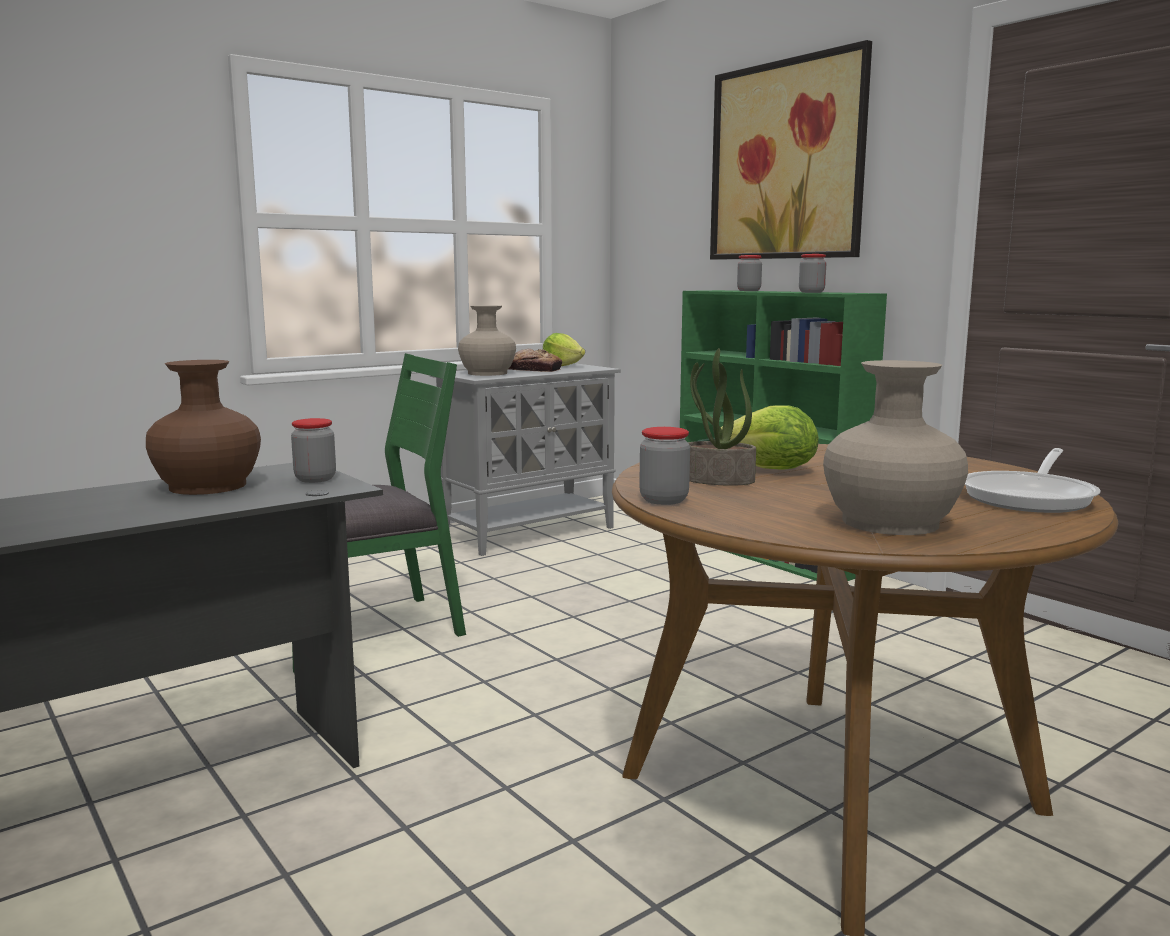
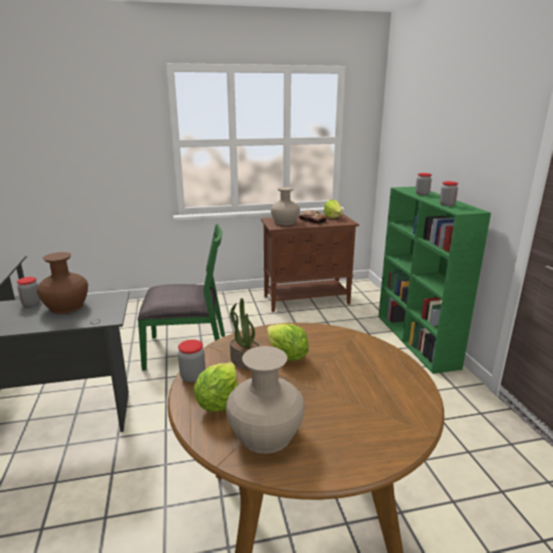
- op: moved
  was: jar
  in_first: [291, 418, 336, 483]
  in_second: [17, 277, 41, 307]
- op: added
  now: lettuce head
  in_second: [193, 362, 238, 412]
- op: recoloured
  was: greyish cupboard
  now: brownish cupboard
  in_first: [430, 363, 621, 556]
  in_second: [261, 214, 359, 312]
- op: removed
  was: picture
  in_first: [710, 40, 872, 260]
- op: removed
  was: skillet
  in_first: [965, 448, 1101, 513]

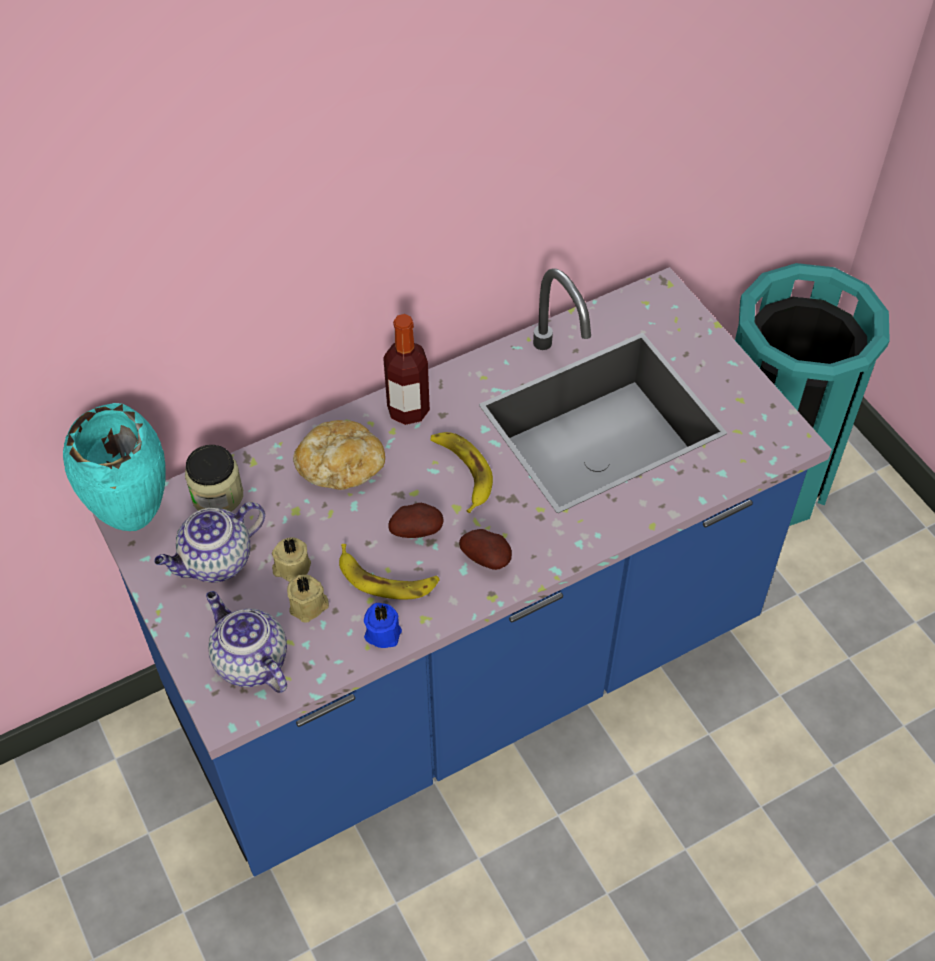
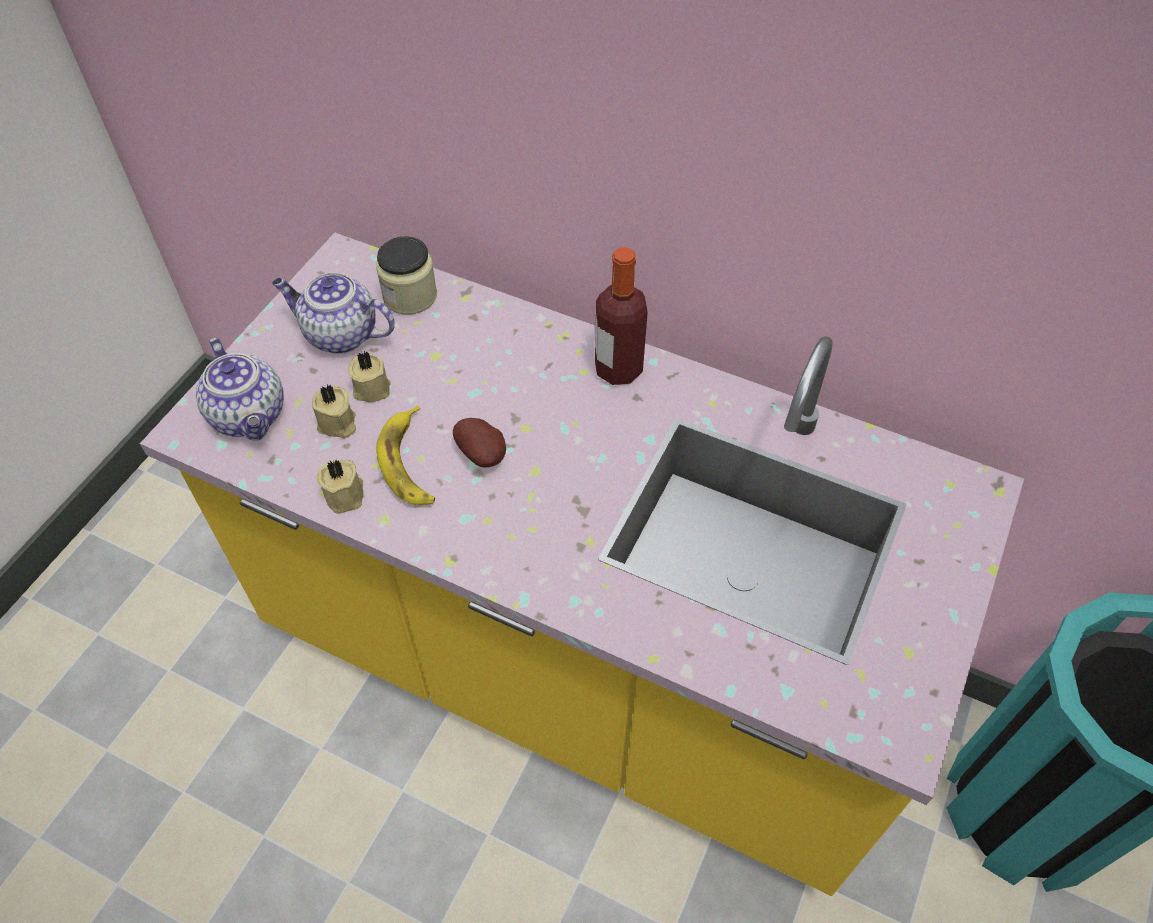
- op: recoloured
  was: blue kitchen counter
  now: yellow kitchen counter
  in_first: [93, 267, 832, 877]
  in_second: [140, 233, 1024, 896]
- op: turned
  was: pot for tea
  in_first: [206, 591, 287, 693]
  in_second: [196, 337, 284, 440]
  clockwise: 135
- op: recoloured
  was: blue wax candle
  now: beige-coloured wax candle
  in_first: [364, 603, 402, 648]
  in_second: [317, 460, 363, 514]
- op: removed
  was: blue-green vase
  in_first: [63, 403, 166, 531]
- op: removed
  was: bread
  in_first: [293, 420, 385, 490]
- op: removed
  was: banana
  in_first: [430, 432, 493, 513]
- op: removed
  was: whole potato
  in_first: [459, 529, 512, 570]

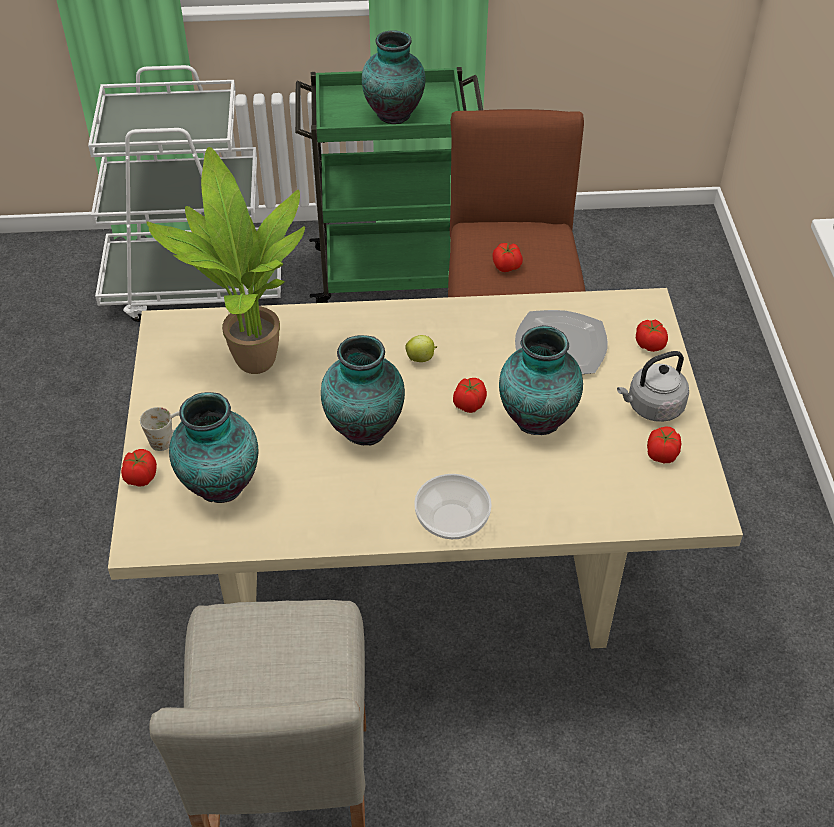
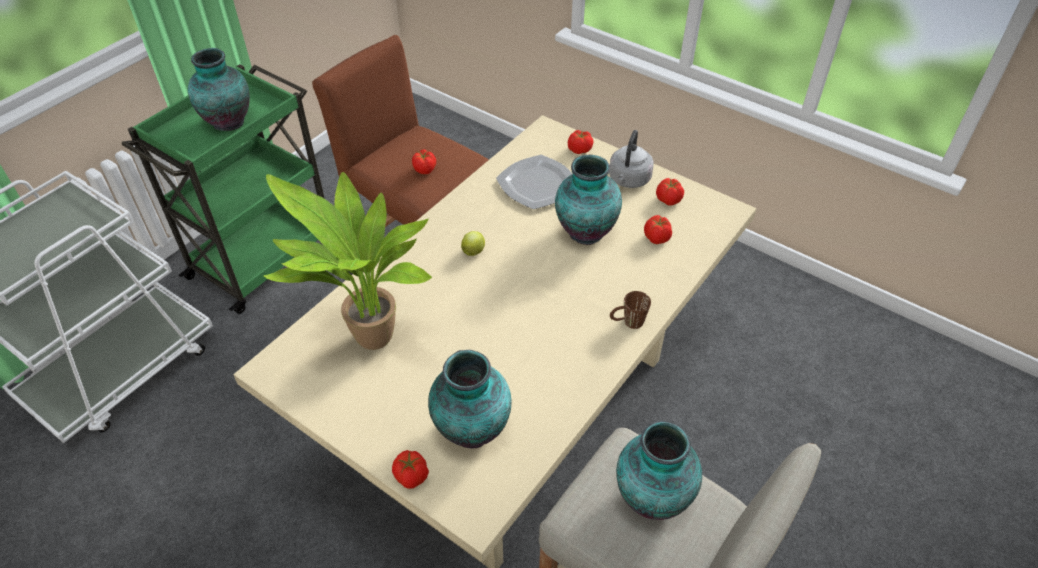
- op: replaced
  was: serving bowl
  now: brownish mug
  in_first: [414, 474, 492, 539]
  in_second: [610, 291, 651, 329]
- op: moved
  was: vase
  in_first: [321, 335, 405, 446]
  in_second: [616, 421, 702, 520]
- op: moved
  was: whole tomato
  in_first: [453, 378, 487, 413]
  in_second: [644, 215, 672, 244]
- op: removed
  was: white-coloured mug
  in_first: [140, 407, 182, 451]

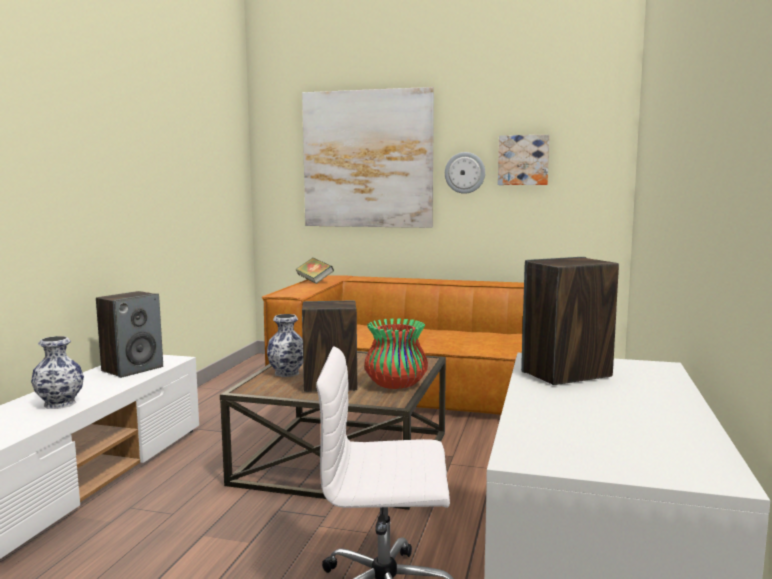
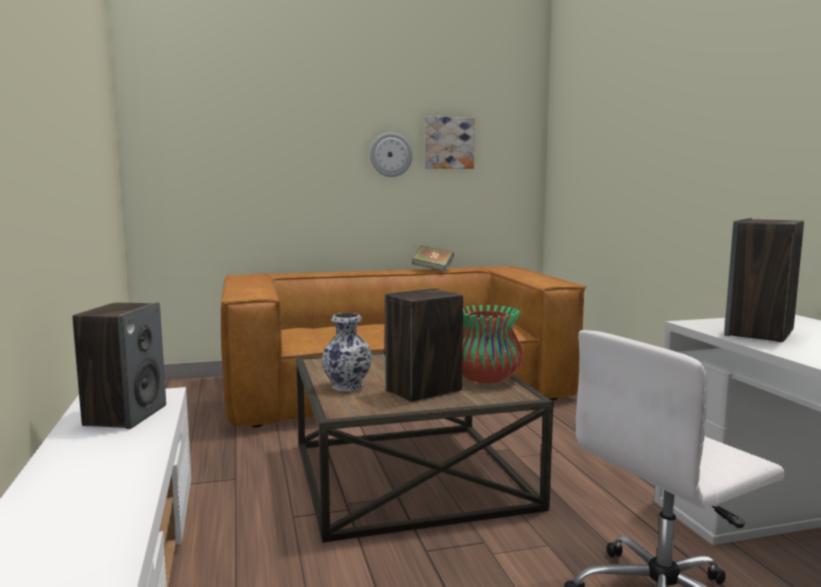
- op: moved
  was: book
  in_first: [295, 258, 334, 284]
  in_second: [412, 246, 454, 272]
- op: removed
  was: vase
  in_first: [31, 336, 84, 409]
- op: removed
  was: picture
  in_first: [302, 87, 434, 228]

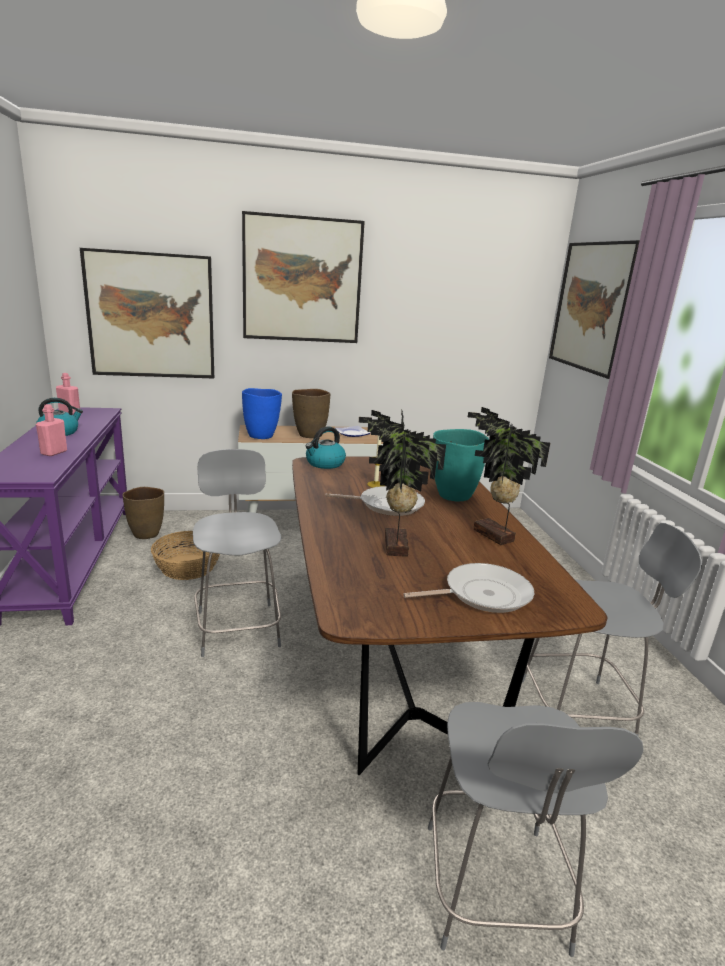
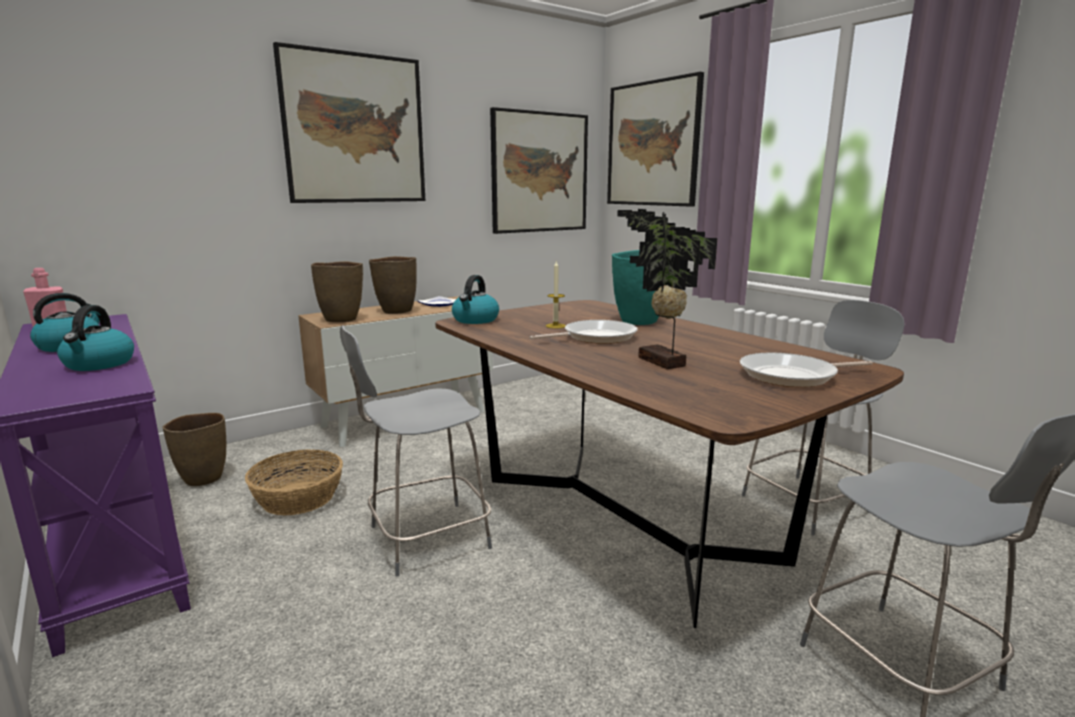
- op: replaced
  was: pinkish drink bottle
  now: tea kettle
  in_first: [36, 404, 67, 456]
  in_second: [57, 305, 134, 371]
- op: recoloured
  was: blue vase
  now: brownish vase
  in_first: [242, 388, 282, 439]
  in_second: [311, 261, 363, 322]
- op: turned
  was: greyish upright chair
  in_first: [193, 449, 282, 657]
  in_second: [340, 325, 492, 576]
  clockwise: -75
- op: moved
  was: picture
  in_first: [80, 248, 214, 378]
  in_second: [490, 107, 588, 234]
- op: turned
  was: skillet
  in_first: [403, 563, 534, 613]
  in_second: [740, 352, 873, 387]
  clockwise: -150
- op: removed
  was: plant in a pot
  in_first: [468, 407, 550, 545]

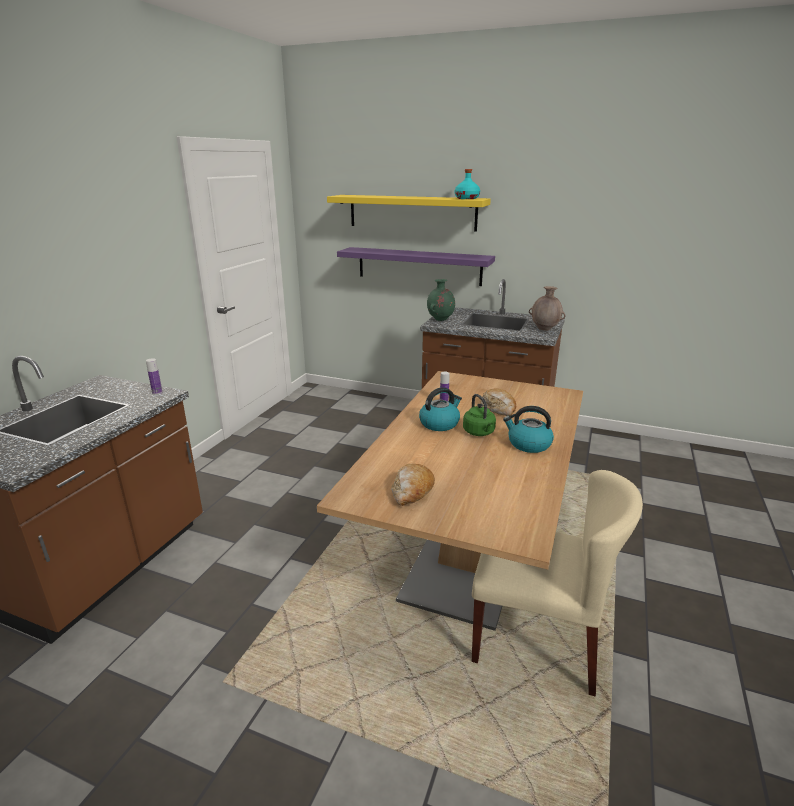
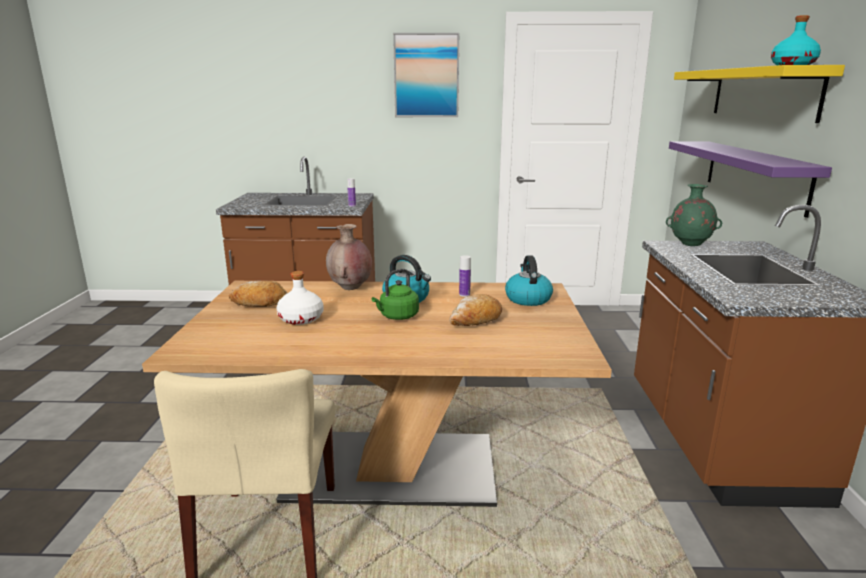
- op: added
  now: white-coloured drink bottle
  in_second: [276, 271, 323, 325]
- op: moved
  was: brownish vase
  in_first: [529, 286, 565, 331]
  in_second: [326, 224, 372, 290]
- op: added
  now: picture
  in_second: [393, 33, 459, 117]
- op: moved
  was: tea kettle
  in_first: [503, 406, 554, 453]
  in_second: [505, 255, 553, 306]

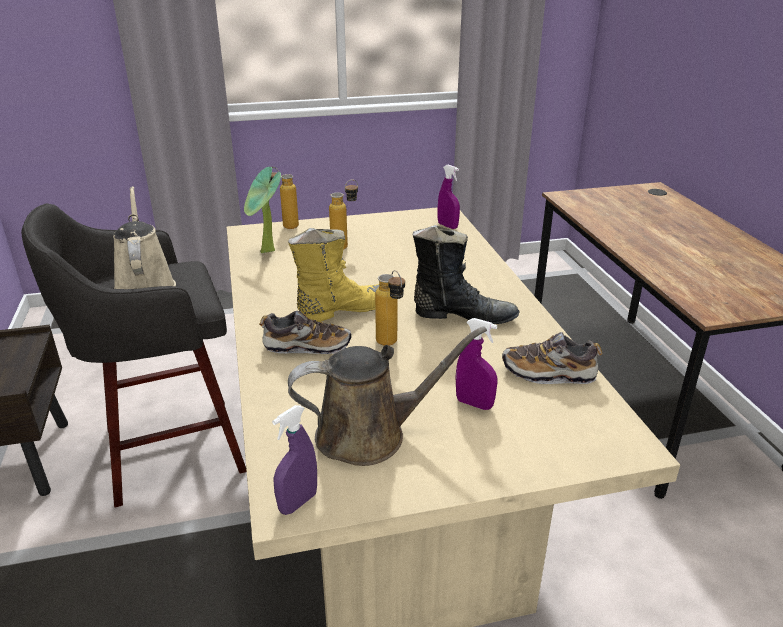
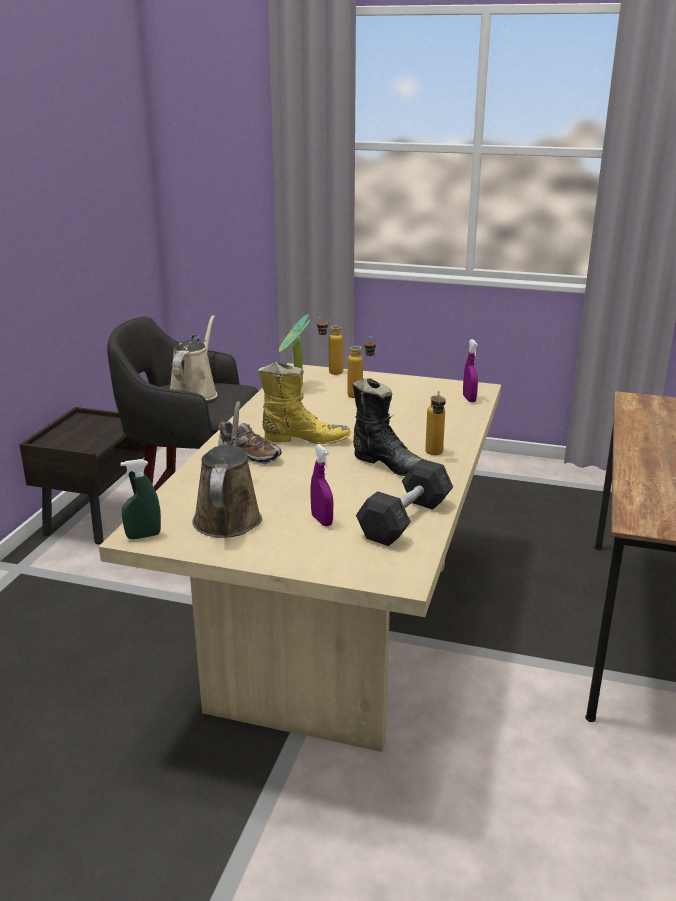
- op: recoloured
  was: purplish hand sprayer
  now: greenish hand sprayer
  in_first: [272, 405, 317, 515]
  in_second: [120, 459, 161, 539]
- op: turned
  was: brownish sprinkling can
  in_first: [288, 326, 487, 466]
  in_second: [192, 401, 262, 538]
  clockwise: -105
- op: replaced
  was: shoe
  now: greyish hand weight
  in_first: [502, 332, 602, 384]
  in_second: [356, 459, 453, 546]
- op: moved
  was: drink bottle
  in_first: [375, 270, 405, 346]
  in_second: [425, 391, 446, 455]

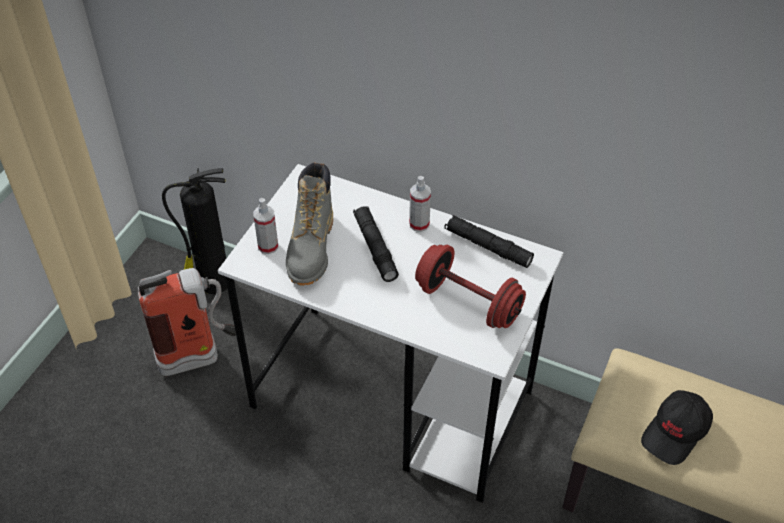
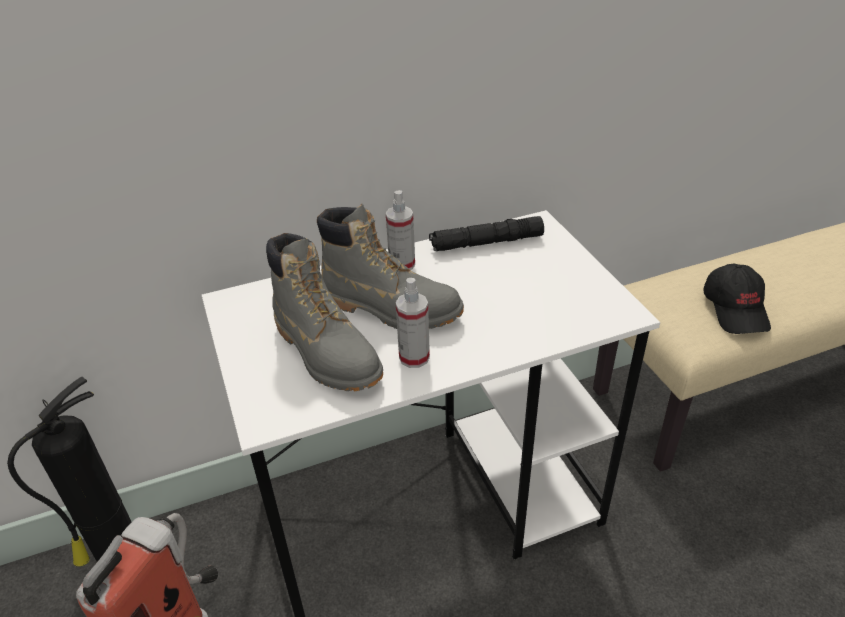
- op: replaced
  was: blackish hand torch
  now: greyish tall boot
  in_first: [353, 206, 399, 282]
  in_second: [317, 204, 464, 329]
- op: moved
  was: hand sprayer
  in_first: [253, 198, 278, 254]
  in_second: [396, 278, 430, 368]
- op: removed
  was: red hand weight
  in_first: [415, 245, 526, 328]

